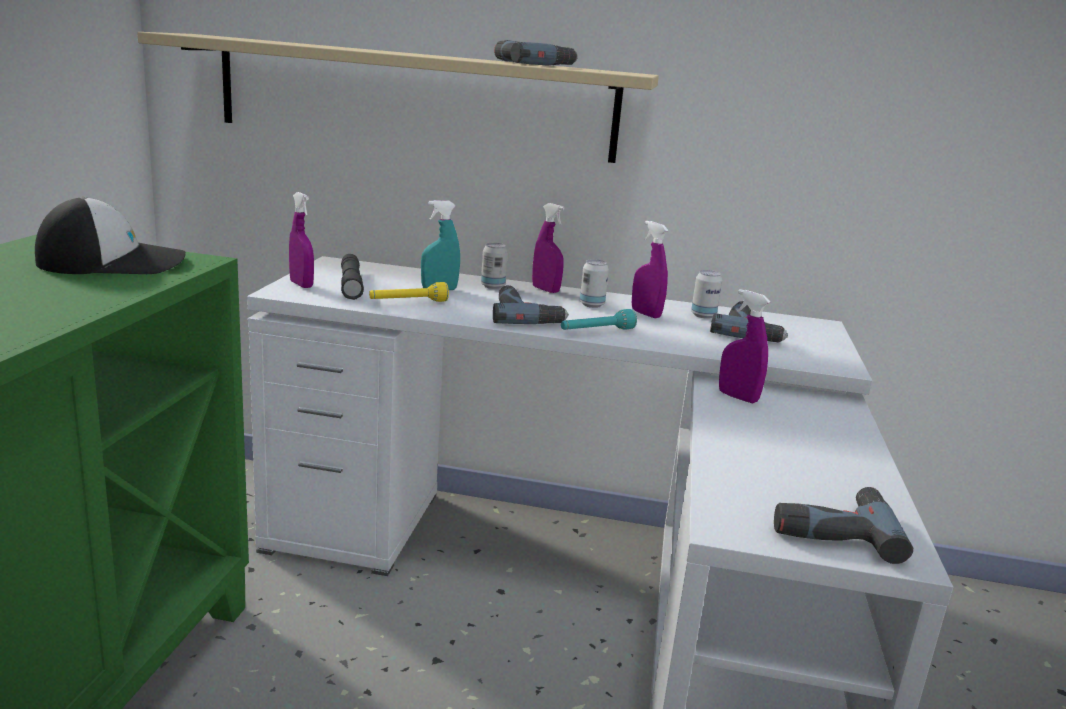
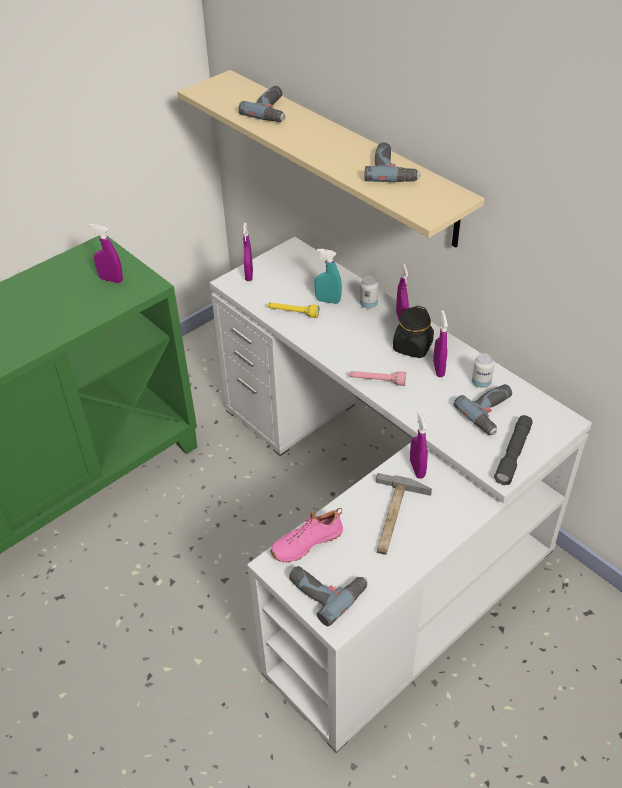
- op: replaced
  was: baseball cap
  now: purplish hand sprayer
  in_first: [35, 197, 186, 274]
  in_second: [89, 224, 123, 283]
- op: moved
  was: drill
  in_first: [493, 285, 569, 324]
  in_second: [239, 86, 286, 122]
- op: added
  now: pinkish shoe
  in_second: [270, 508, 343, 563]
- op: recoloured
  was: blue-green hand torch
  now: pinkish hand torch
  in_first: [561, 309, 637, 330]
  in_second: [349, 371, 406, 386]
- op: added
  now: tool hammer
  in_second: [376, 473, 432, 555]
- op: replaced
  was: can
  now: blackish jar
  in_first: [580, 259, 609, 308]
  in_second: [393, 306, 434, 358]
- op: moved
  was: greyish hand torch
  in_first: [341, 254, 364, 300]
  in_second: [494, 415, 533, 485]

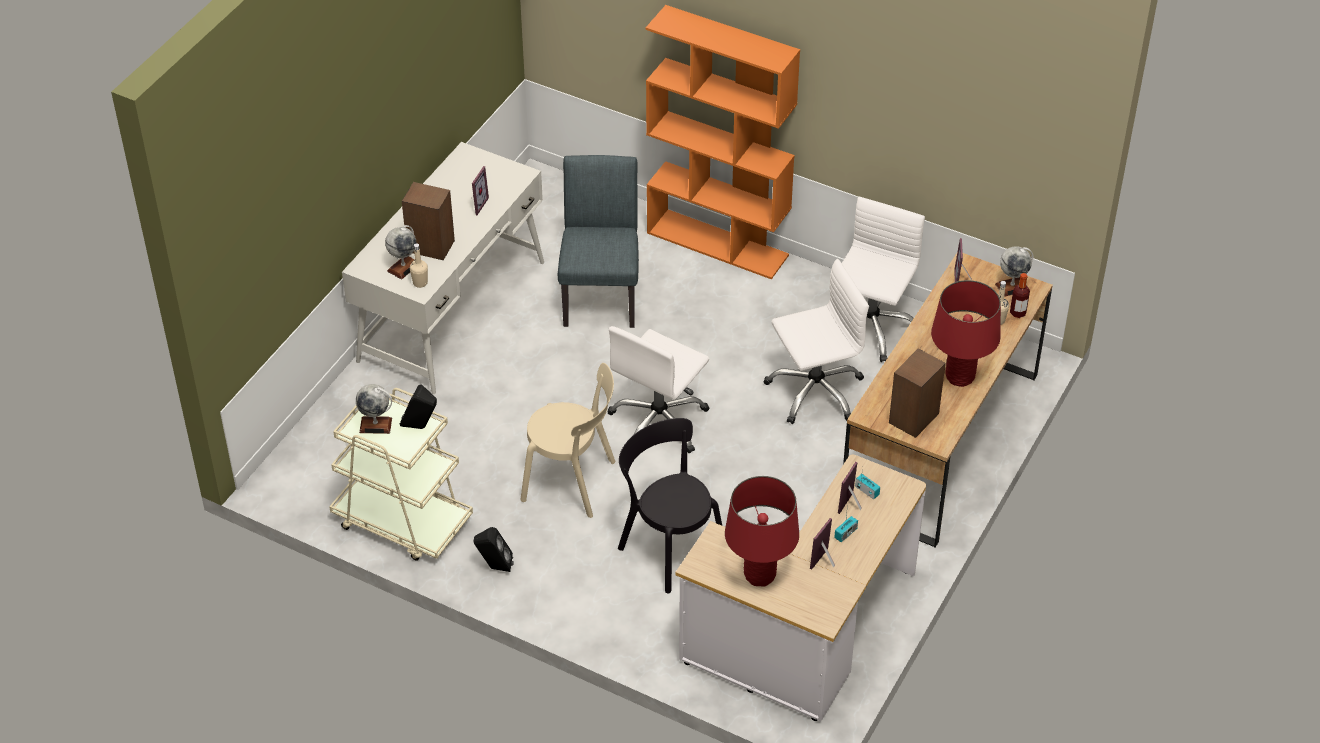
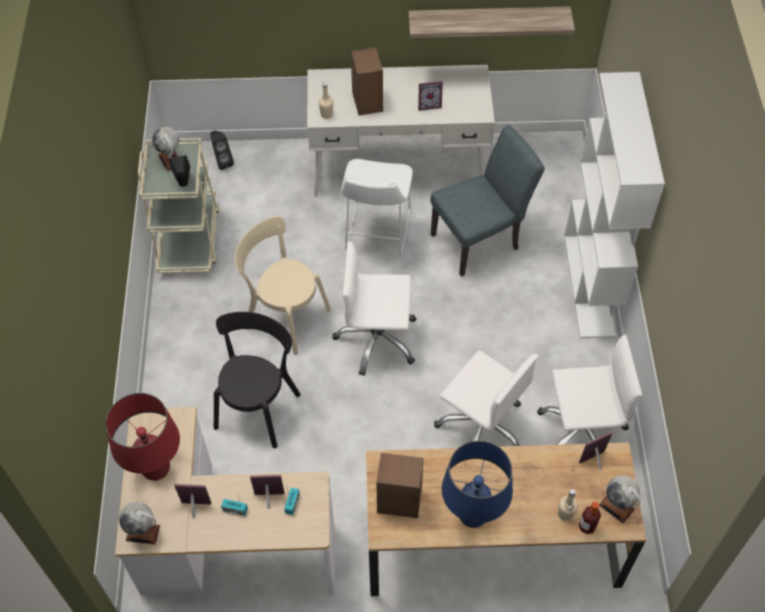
- op: moved
  was: desk globe
  in_first: [385, 225, 416, 279]
  in_second: [119, 502, 160, 544]
- op: moved
  was: blackish loudspeaker
  in_first: [474, 527, 514, 572]
  in_second: [210, 131, 234, 170]
- op: turned
  was: beige-coloured upright chair
  in_first: [520, 363, 615, 518]
  in_second: [235, 216, 331, 355]
  clockwise: 135
- op: added
  now: white-coloured stool seat
  in_second: [341, 159, 413, 259]
- op: added
  now: bracket shelf
  in_second: [409, 6, 575, 38]
- op: recoloured
  was: red tabletop lamp
  now: blue tabletop lamp
  in_first: [931, 280, 1001, 387]
  in_second: [442, 441, 513, 528]
- op: recoloured
  was: orange shelving unit
  now: white-coloured shelving unit
  in_first: [646, 5, 800, 279]
  in_second: [564, 72, 665, 338]

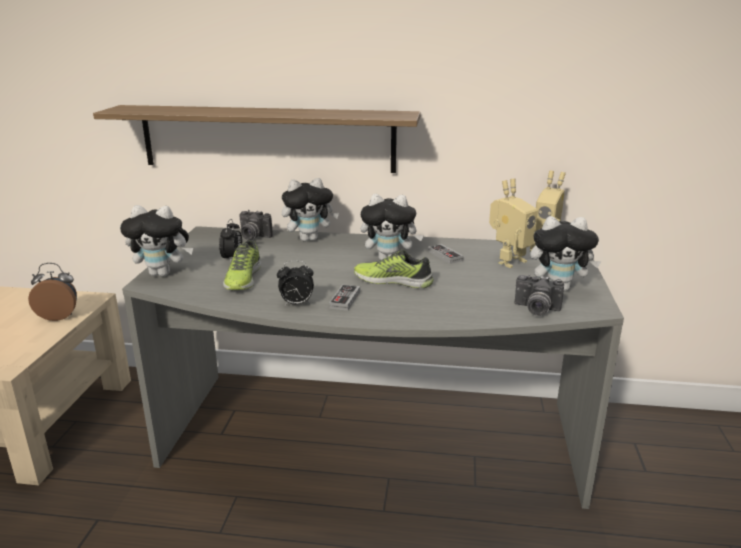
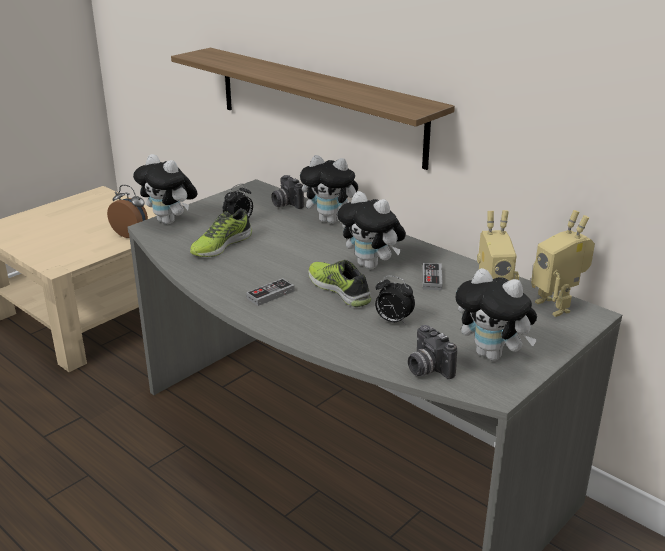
- op: moved
  was: bedside clock
  in_first: [277, 260, 314, 305]
  in_second: [375, 275, 415, 325]

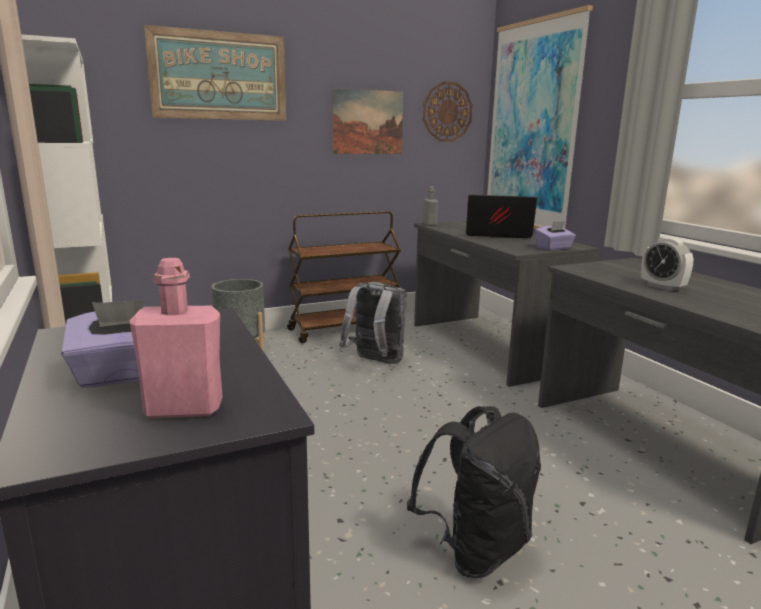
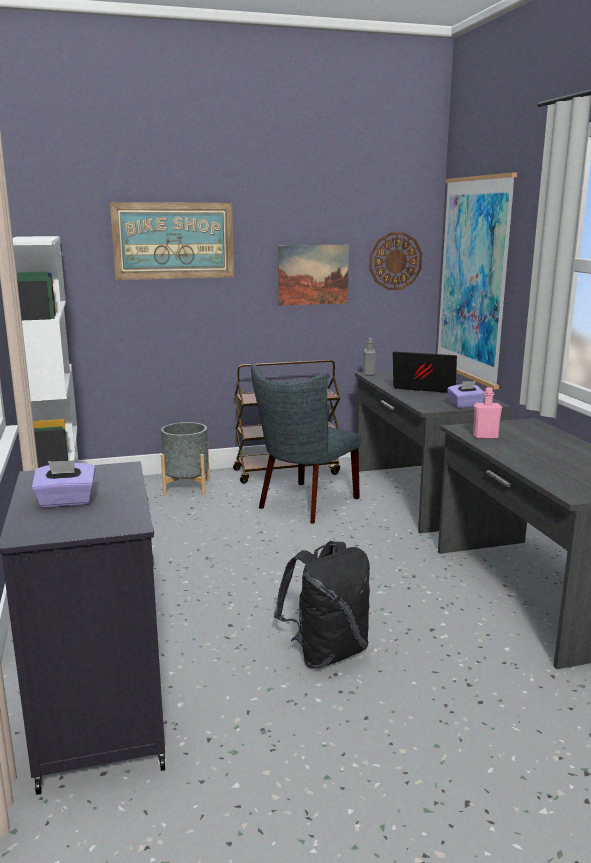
- op: replaced
  was: greyish knapsack
  now: greyish upright chair
  in_first: [339, 282, 407, 364]
  in_second: [251, 363, 361, 523]
- op: moved
  was: pinkish drink bottle
  in_first: [129, 258, 223, 418]
  in_second: [473, 387, 502, 439]
- op: removed
  was: bedside clock
  in_first: [641, 237, 694, 291]

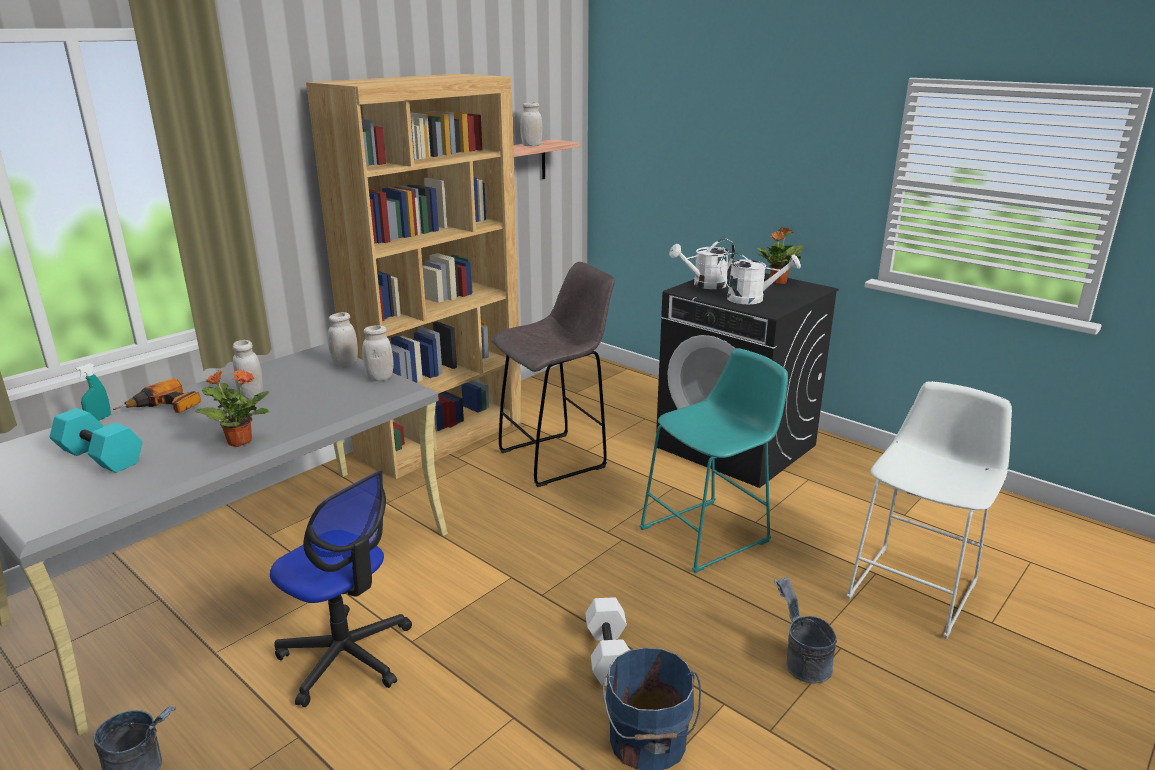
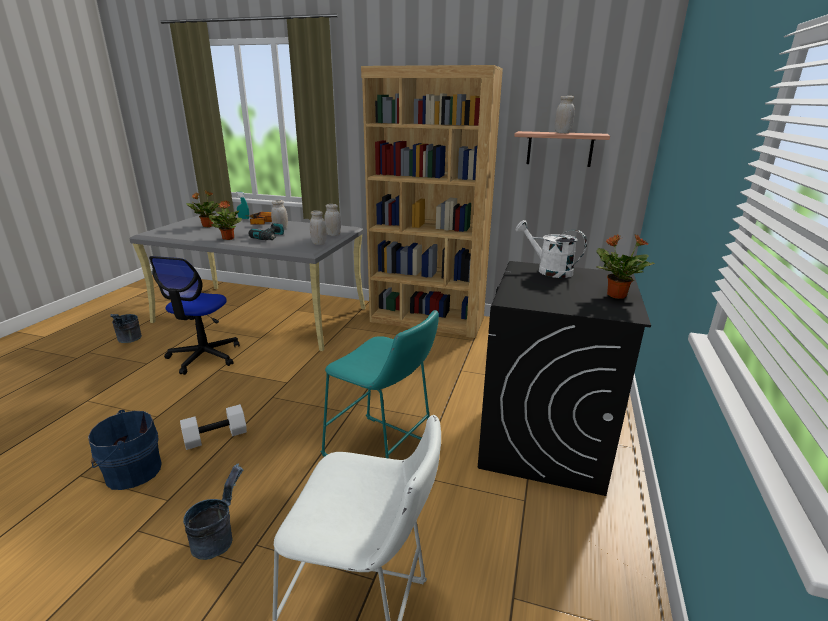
- op: replaced
  was: blue-green hand weight
  now: plant in a pot
  in_first: [50, 408, 142, 473]
  in_second: [187, 191, 221, 227]
- op: added
  now: drill
  in_second: [248, 223, 284, 240]
- op: removed
  was: greyish stool seat
  in_first: [491, 262, 615, 487]
- op: removed
  was: white-coloured sprinkling can
  in_first: [720, 252, 801, 304]

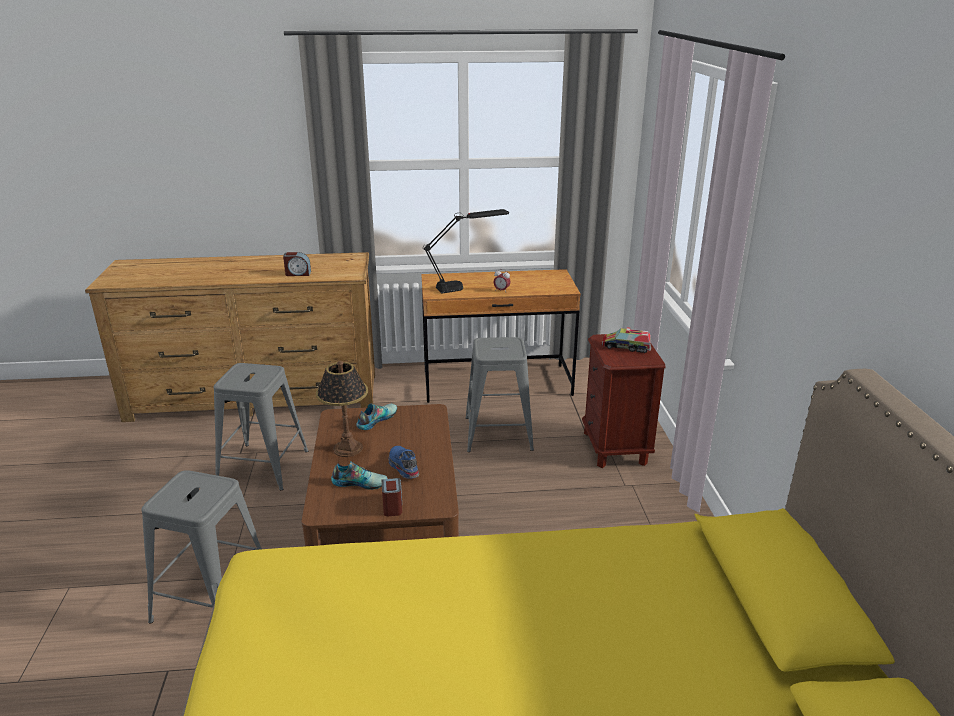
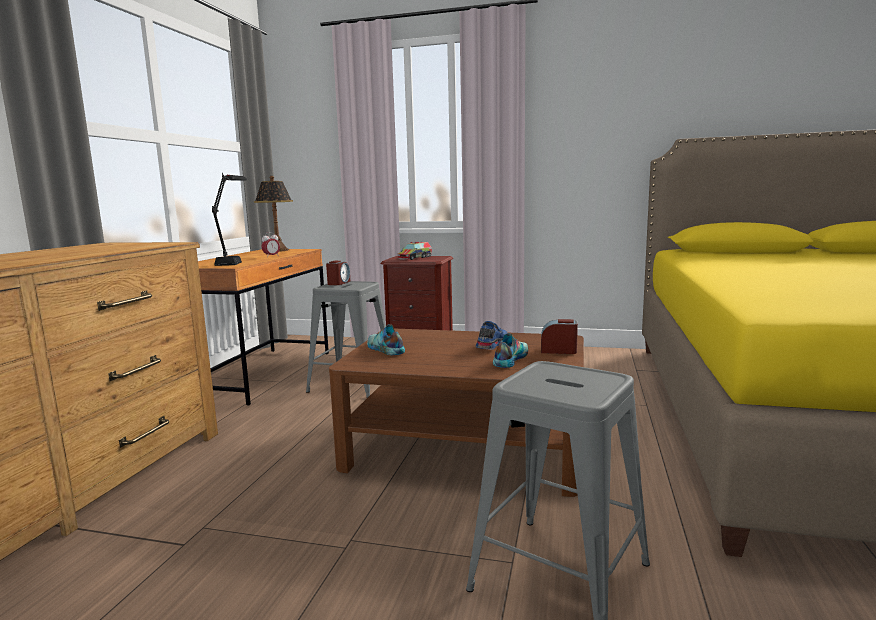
- op: moved
  was: tabletop lamp
  in_first: [316, 361, 368, 457]
  in_second: [254, 176, 293, 252]
- op: moved
  was: bedside clock
  in_first: [283, 252, 311, 276]
  in_second: [326, 261, 350, 285]
- op: turned
  was: blue shoe
  in_first: [389, 446, 419, 479]
  in_second: [476, 321, 507, 350]
  clockwise: 120
- op: removed
  was: greyish stool seat
  in_first: [213, 363, 308, 490]

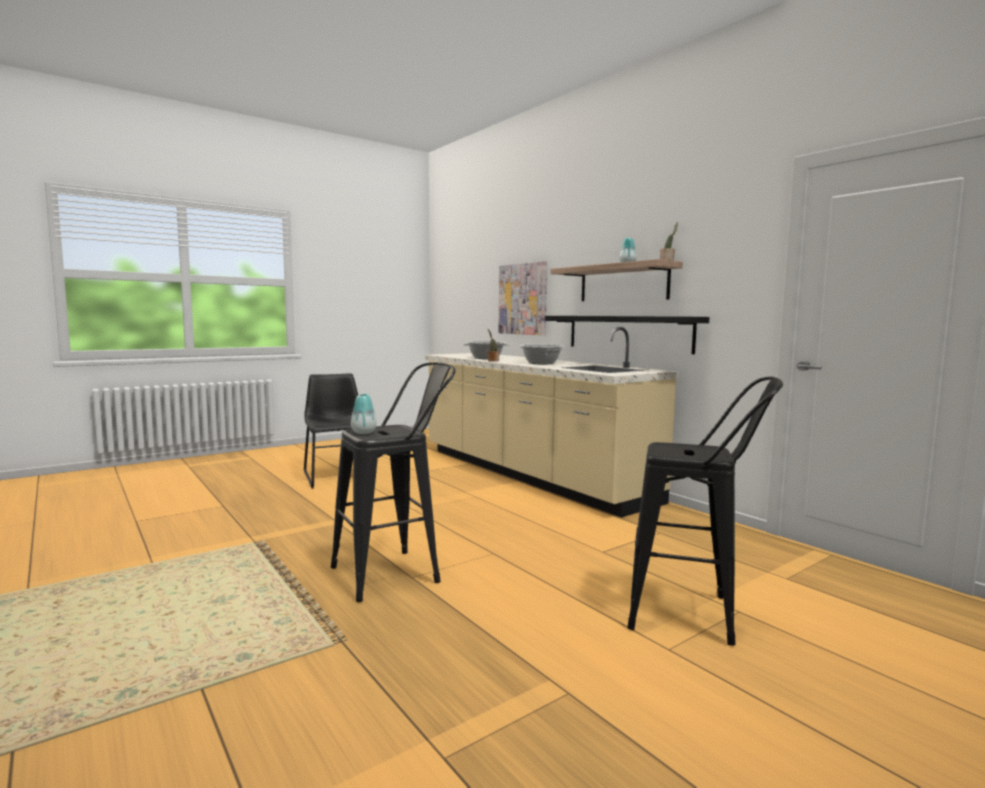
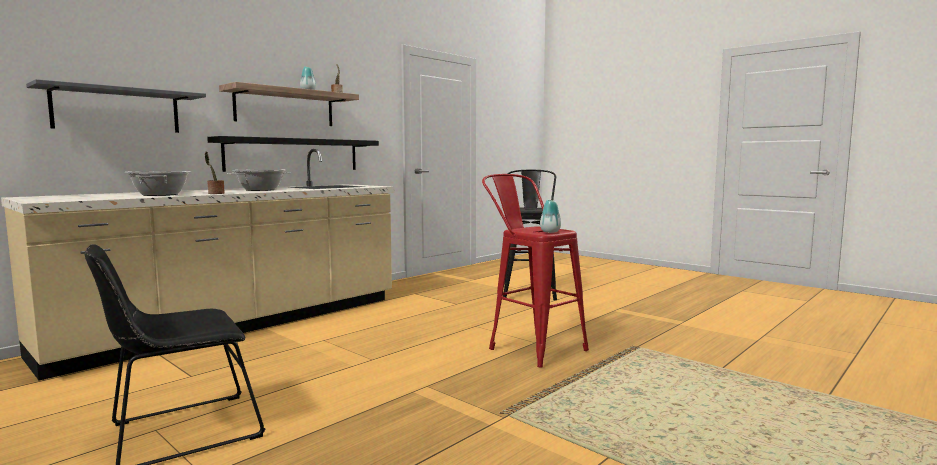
- op: replaced
  was: picture
  now: greyish bracket shelf
  in_first: [498, 261, 547, 335]
  in_second: [26, 79, 206, 133]
- op: recoloured
  was: blackish stool seat
  now: red stool seat
  in_first: [331, 362, 456, 602]
  in_second: [482, 174, 589, 368]

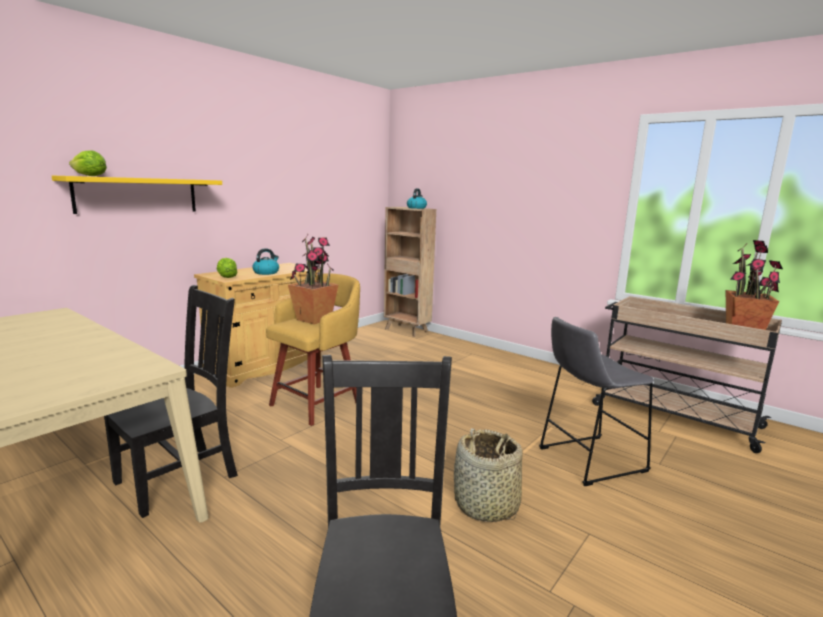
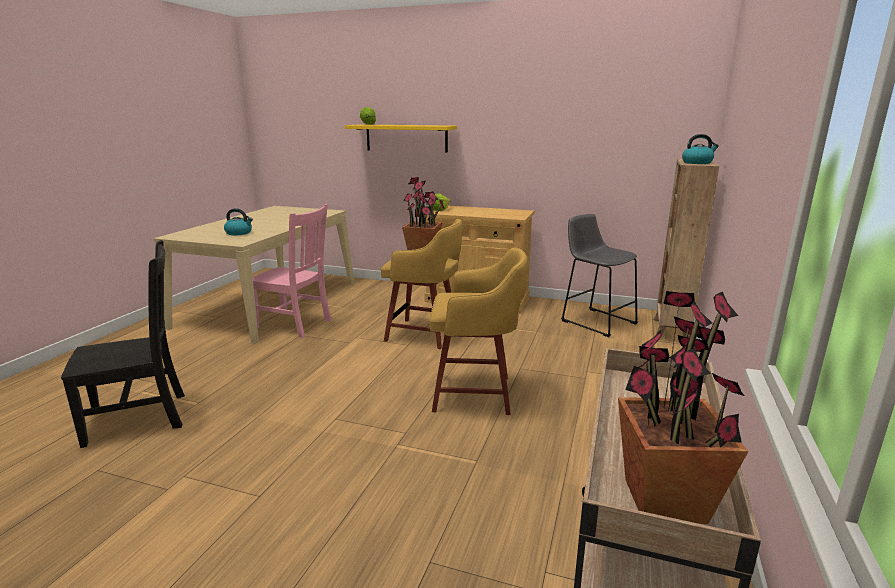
- op: moved
  was: tea kettle
  in_first: [252, 248, 279, 275]
  in_second: [224, 208, 253, 235]
- op: recoloured
  was: blackish upright chair
  now: pinkish upright chair
  in_first: [104, 285, 238, 518]
  in_second: [253, 204, 331, 338]
- op: added
  now: yellow stool seat
  in_second: [430, 248, 528, 415]
- op: moved
  was: greyish stool seat
  in_first: [539, 317, 654, 486]
  in_second: [561, 214, 638, 337]
- op: removed
  was: household basket
  in_first: [454, 428, 523, 522]

